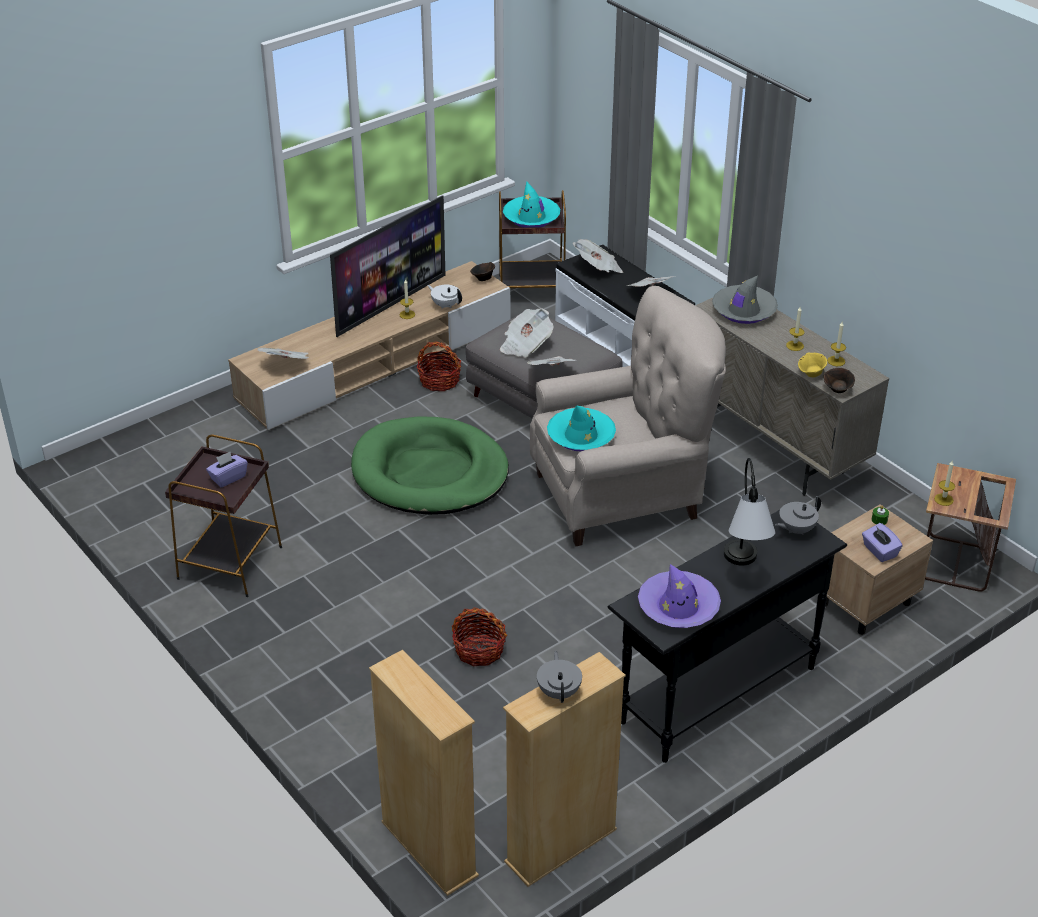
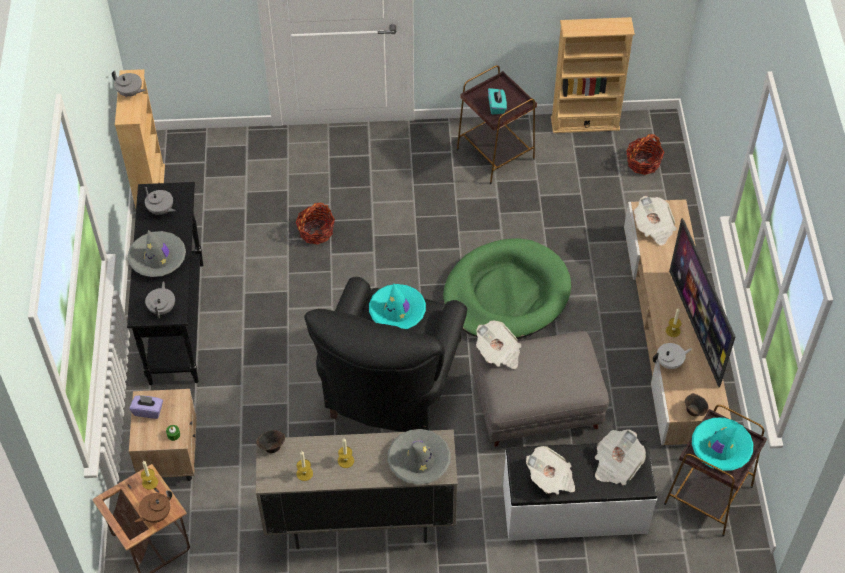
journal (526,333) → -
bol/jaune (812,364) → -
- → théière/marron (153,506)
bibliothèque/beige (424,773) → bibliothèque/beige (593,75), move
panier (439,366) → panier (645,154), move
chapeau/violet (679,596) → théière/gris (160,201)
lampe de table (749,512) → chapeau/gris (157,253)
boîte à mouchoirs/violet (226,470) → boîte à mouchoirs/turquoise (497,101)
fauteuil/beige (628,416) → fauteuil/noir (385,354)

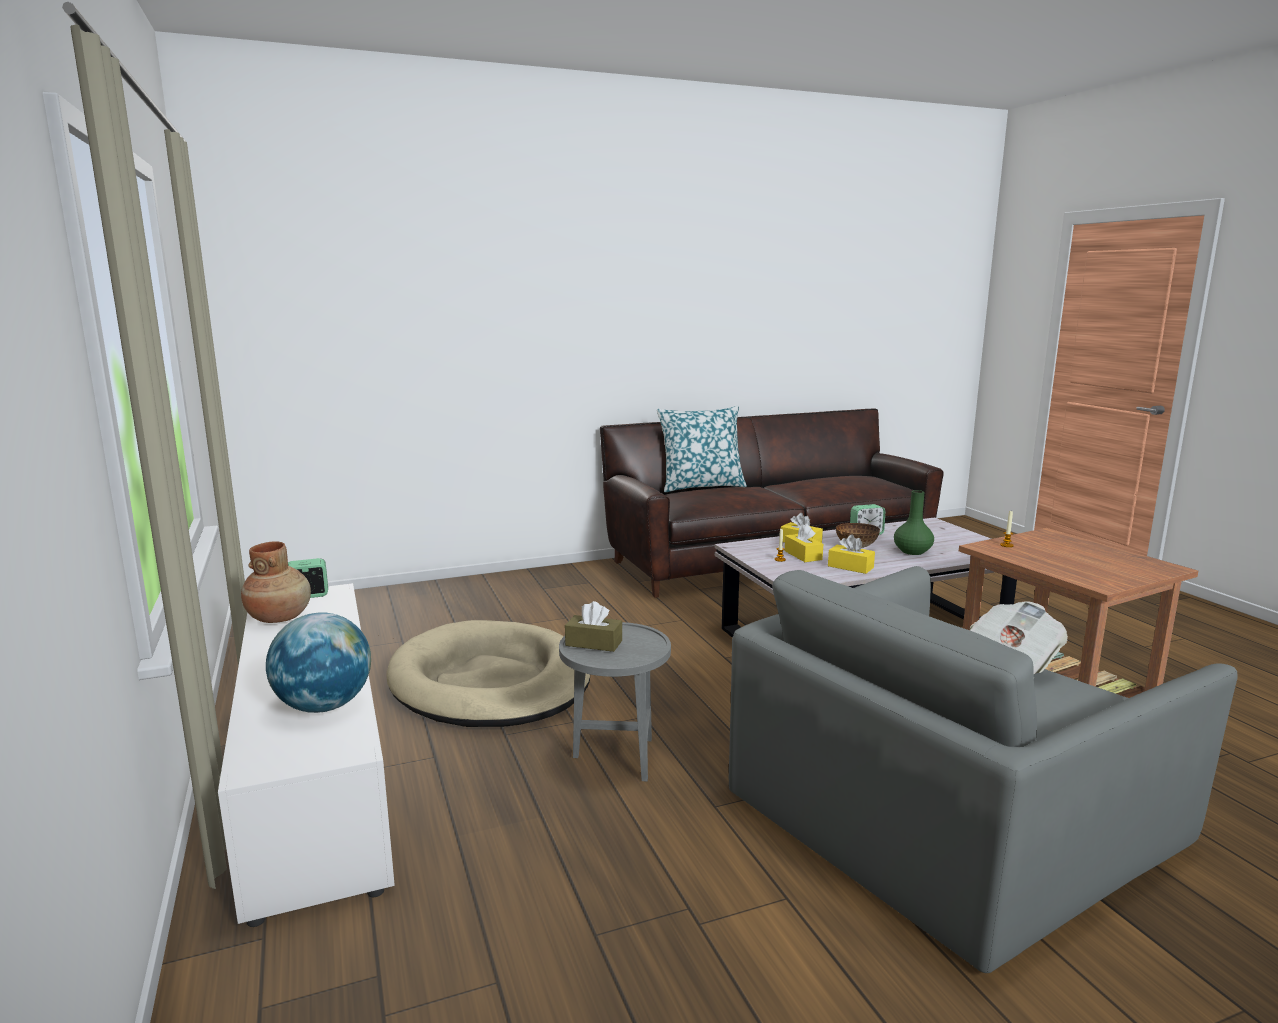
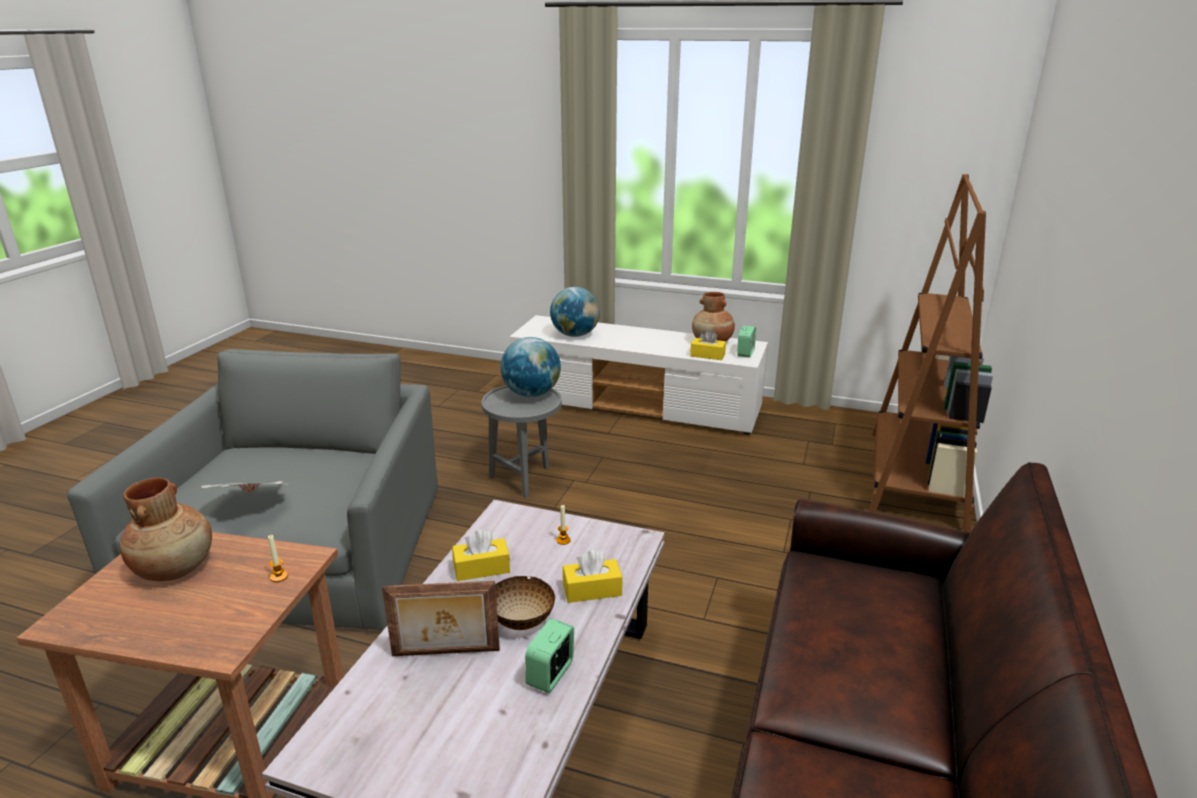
panier pour chien/beige (488,673) → -
coussin (702,449) → -
- → vase/marron (166,529)
- → bibliothèque/marron (931,353)
boîte à mouchoirs/jaune (804,543) → boîte à mouchoirs/jaune (708,345), move
boîte à mouchoirs/marron (593,626) → globe (530,367)
vase/vert (914,522) → cadre photo (441,618)

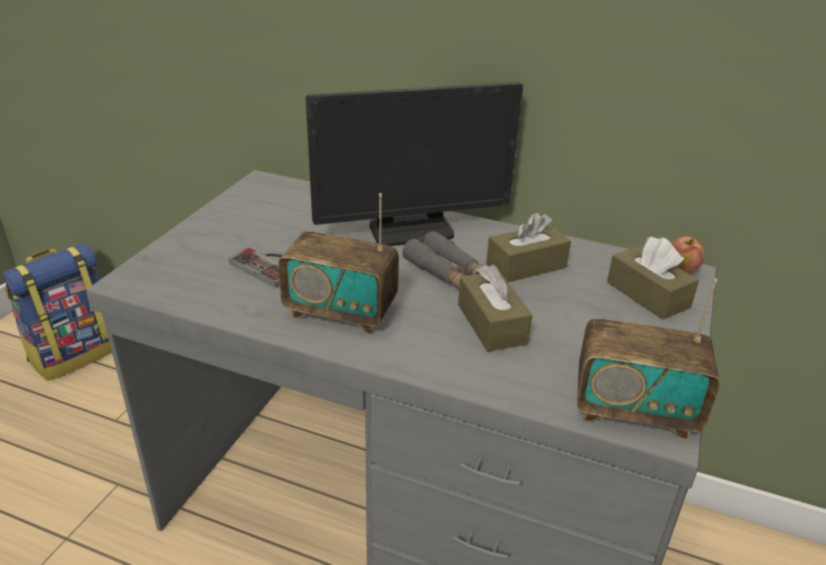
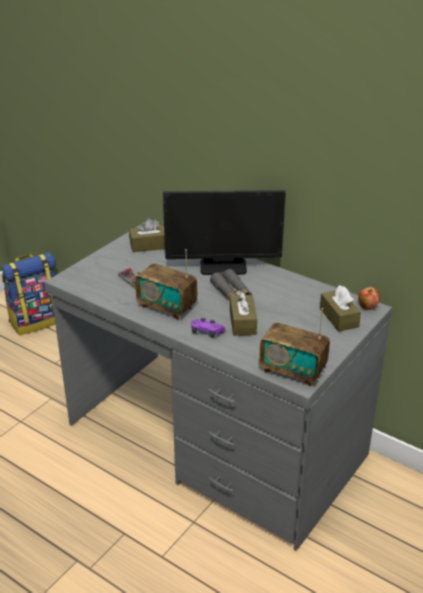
- → manette/violet (208,327)
boîte à mouchoirs/marron (528,247) → boîte à mouchoirs/marron (147,235), move

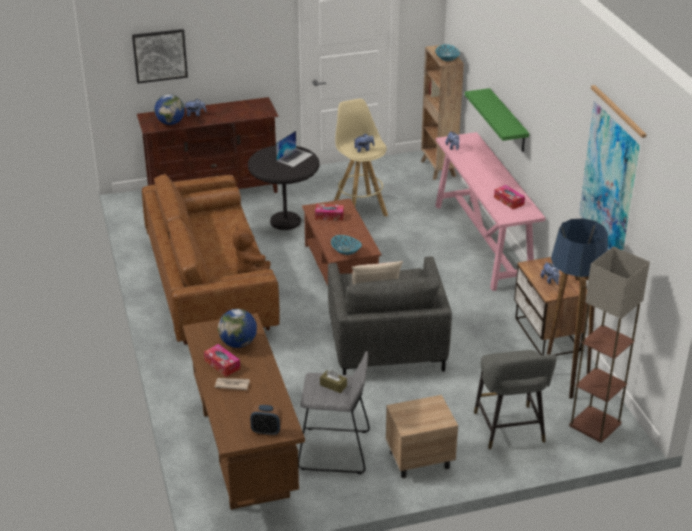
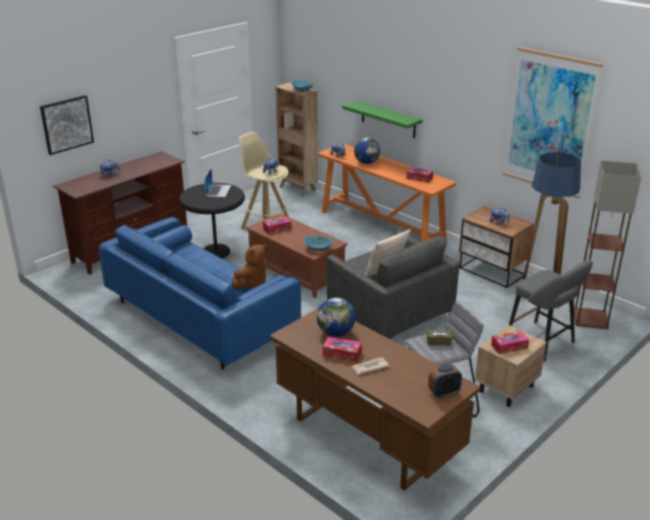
- → boîte à mouchoirs (510,342)
globe (169,109) → globe (367,151), move
canapé/marron (211,259) → canapé/bleu (200,293)
table console/rose (490,211) → table console/orange (387,193)
peluche/marron (252,249) → peluche/marron (249,266), 90 degrees counterclockwise

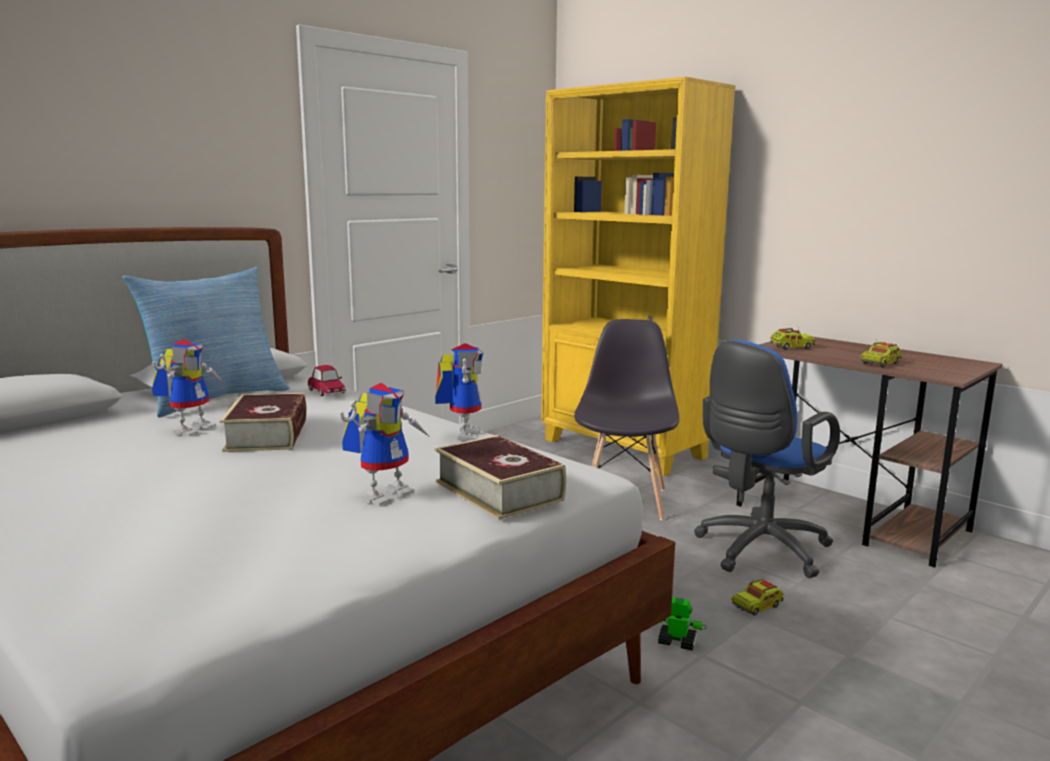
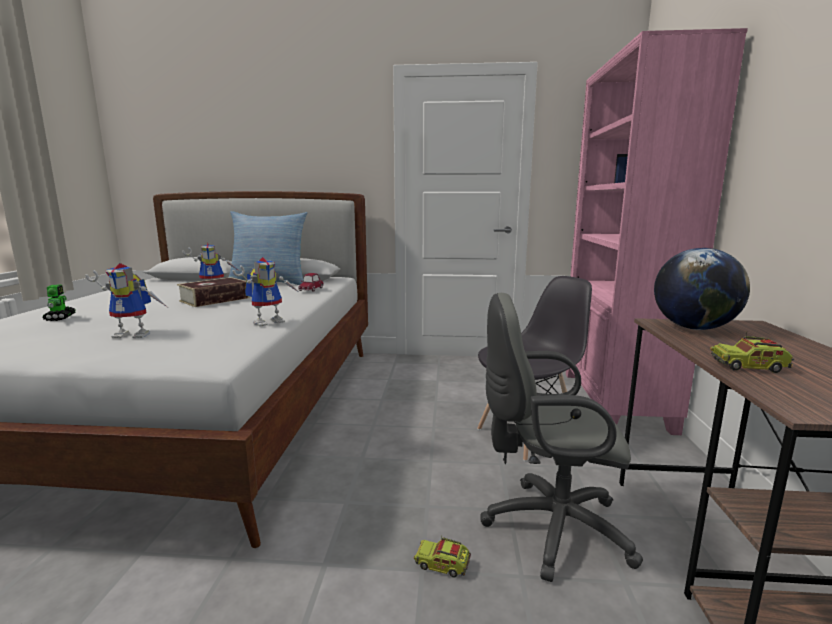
livre (500,477) → -
robot jouet (682,623) → robot jouet (58,302), move
camion jouet (793,338) → globe (702,289)
bibliothèque/jaune (638,276) → bibliothèque/rose (657,231)
chaise de bureau/bleu (767,459) → chaise de bureau/gris (561,437)

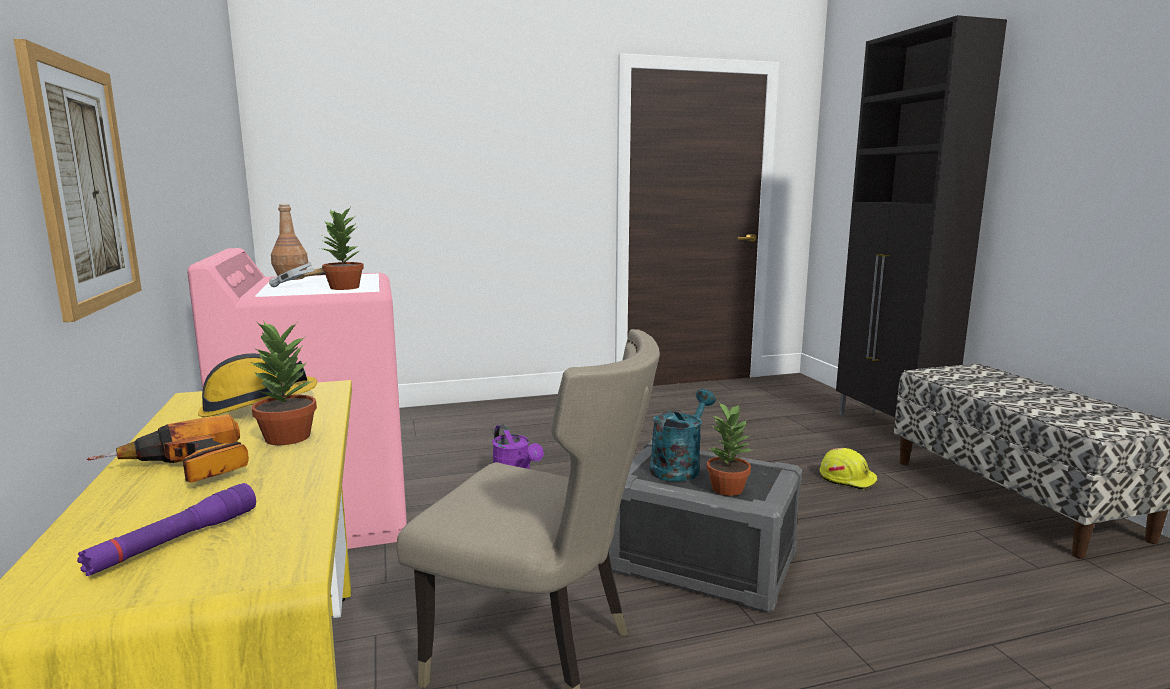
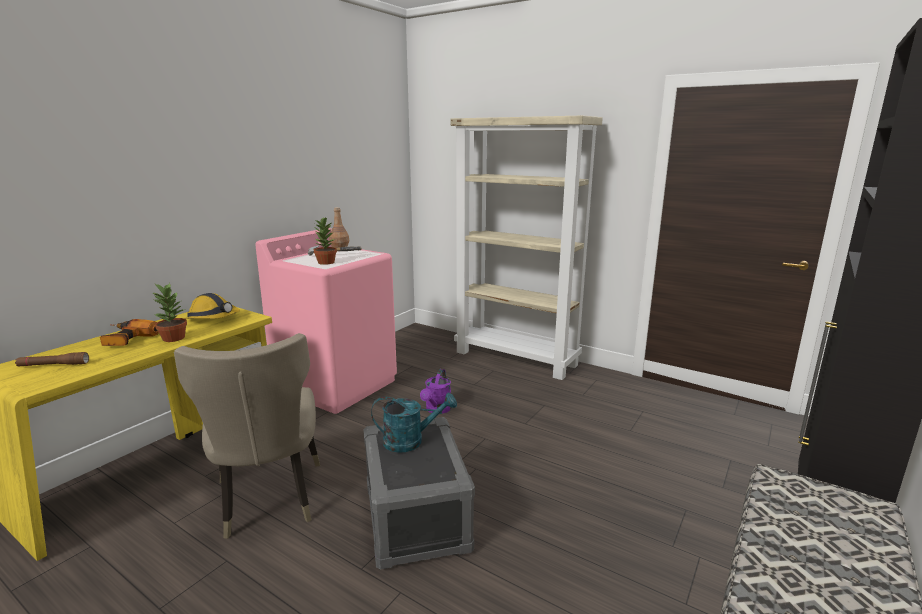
tableau (78,180) → -
plante en pot (729,449) → -
casque de chantier/jaune (848,469) → -
- → bibliothèque/beige (527,247)
lampe de poche/violet (166,529) → lampe de poche/marron (52,359)

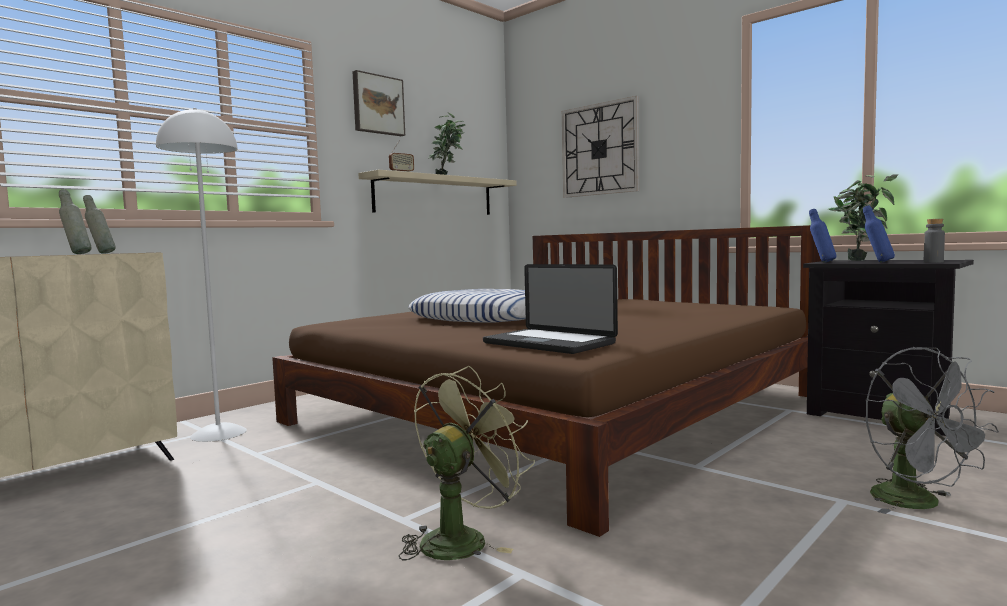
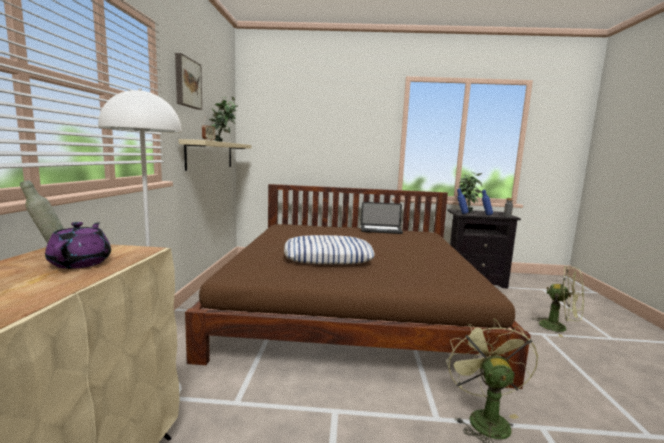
horloge murale (600,147) → -
ordinateur portable (550,309) → ordinateur portable (382,218), move
bouteille/gris (75,221) → théière/violet (78,245)
ventilateur/gris (932,430) → ventilateur/vert (558,301)

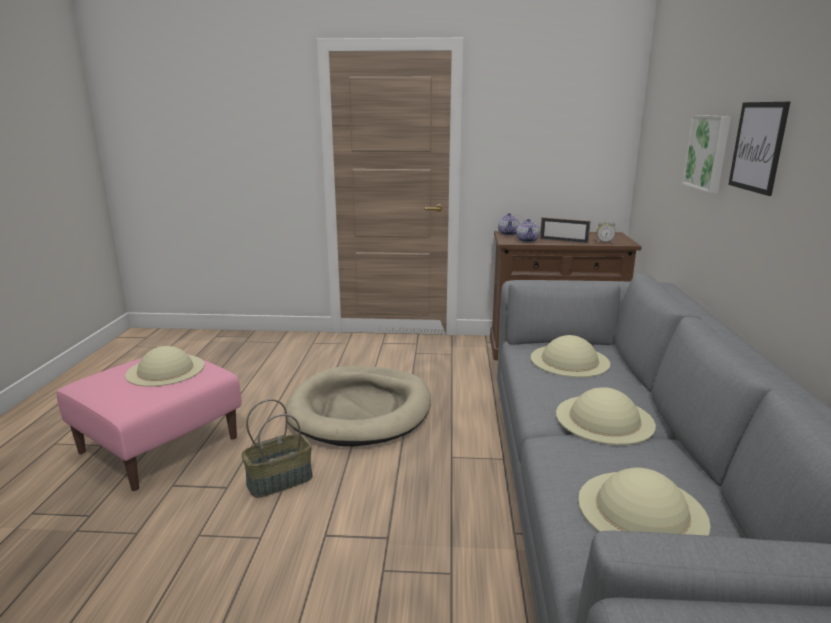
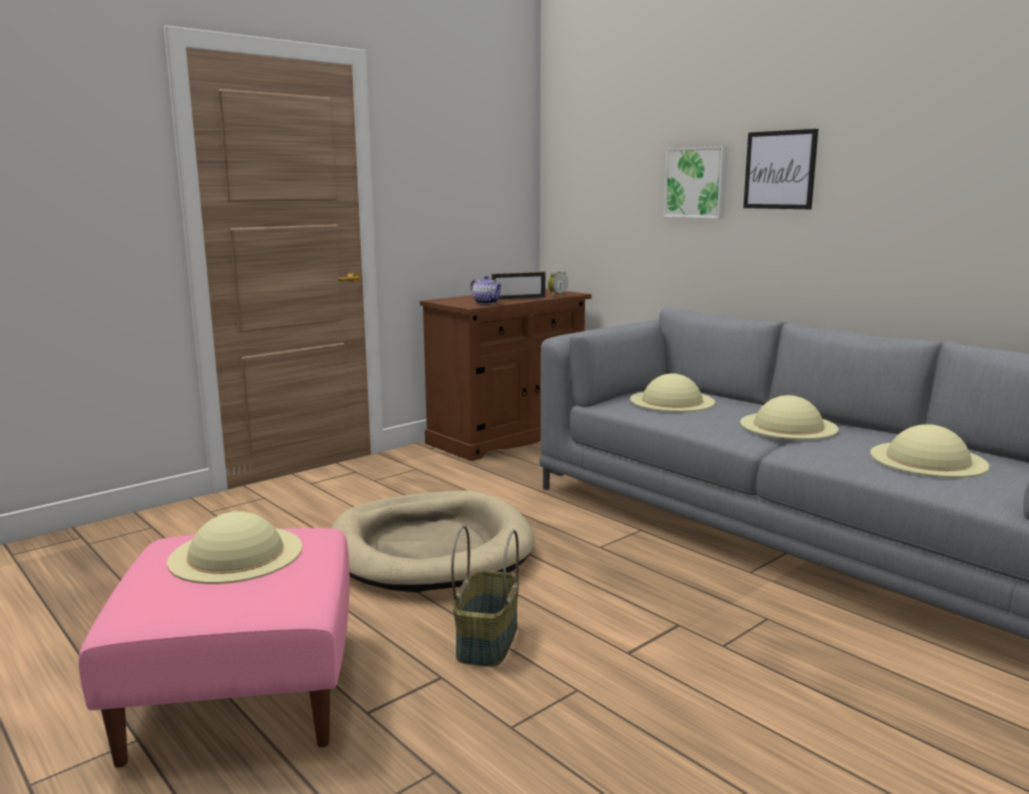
théière (509,224) → -

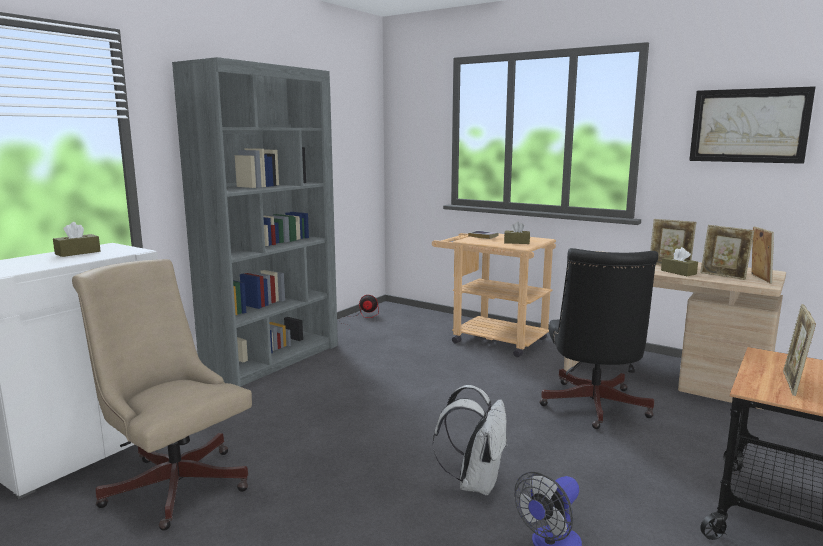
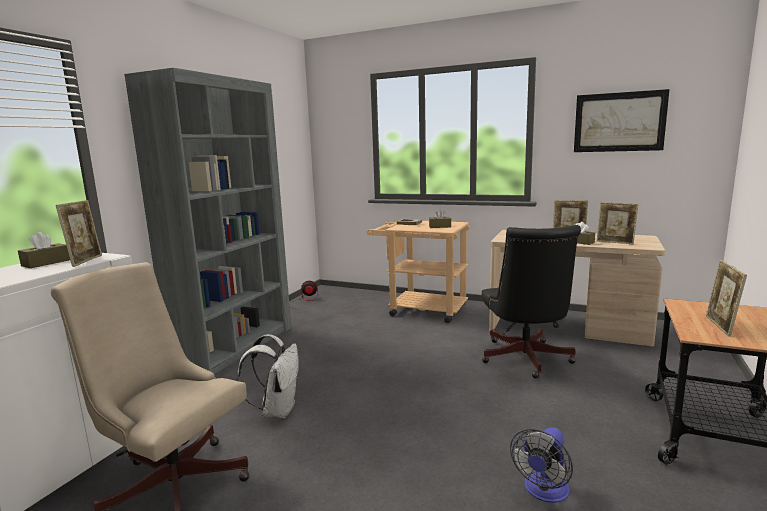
sac à dos/blanc (470,440) → sac à dos/blanc (268,376), move
cadre photo (762,255) → cadre photo (79,233), move

